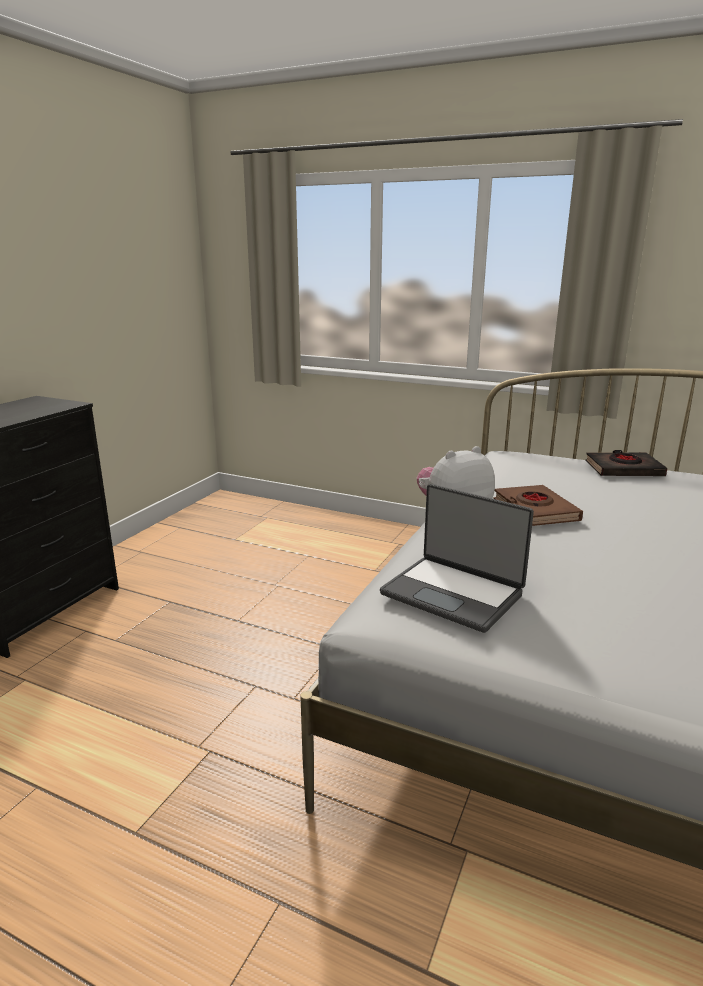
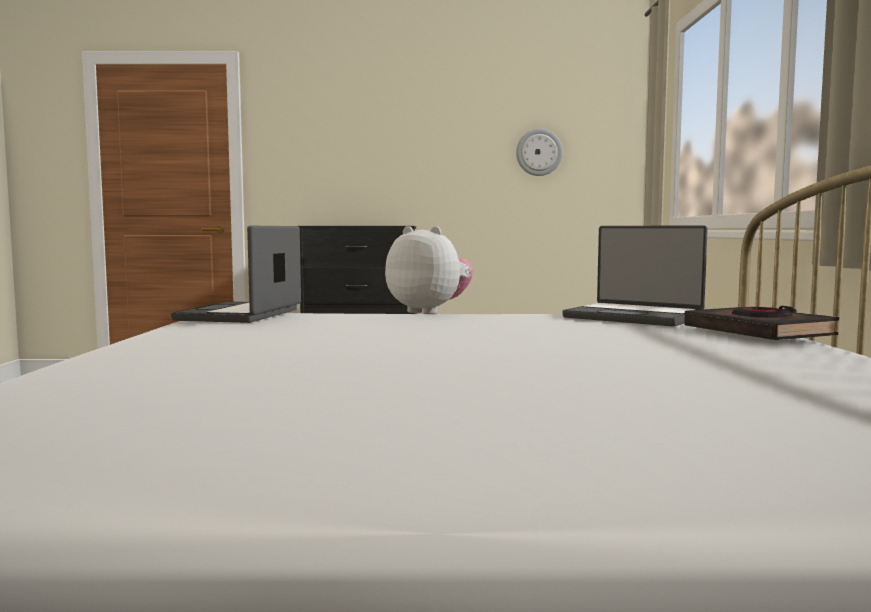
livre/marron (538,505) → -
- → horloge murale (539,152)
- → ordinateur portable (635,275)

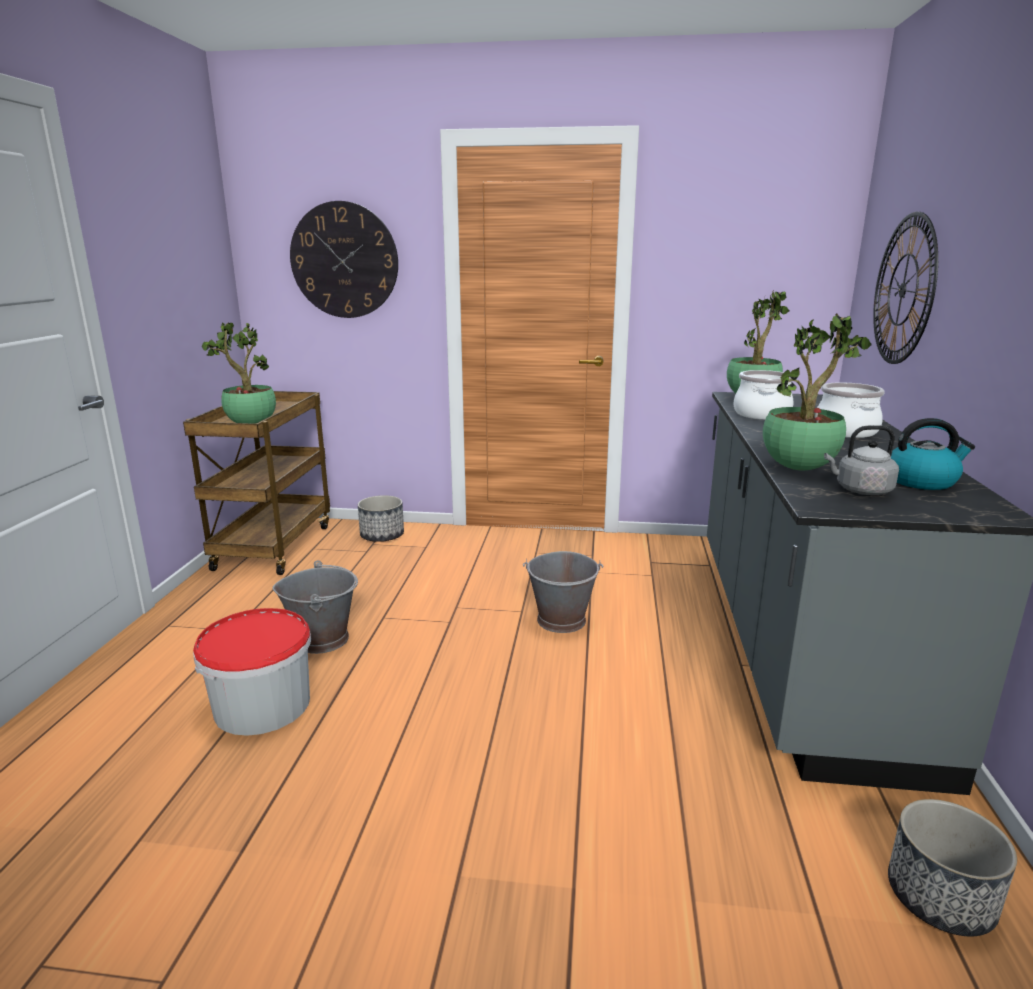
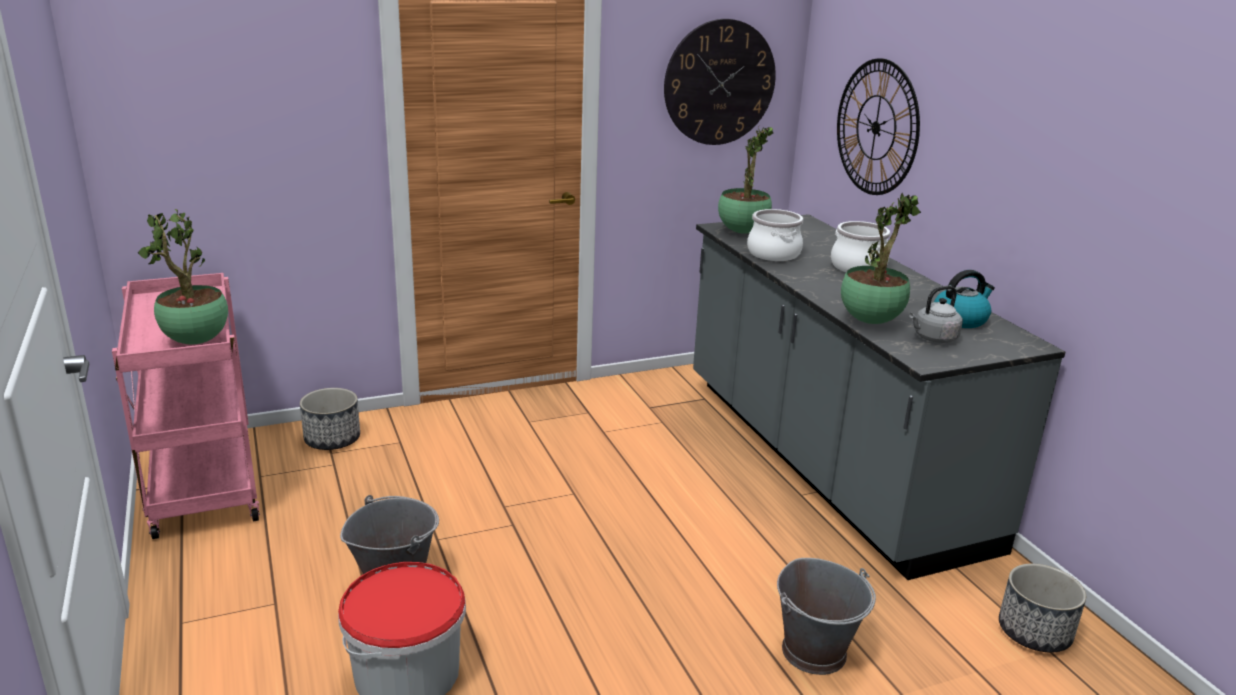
horloge murale (344,259) → horloge murale (720,82), move
seau/gris (563,592) → seau/gris (826,616), move
chariot/marron (256,483) → chariot/rose (186,406)

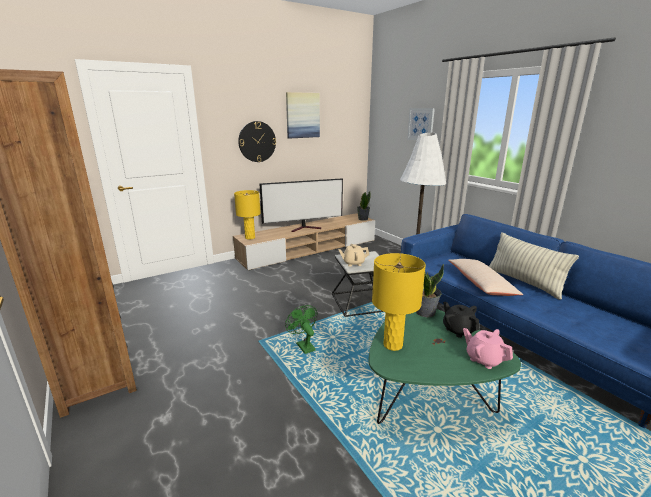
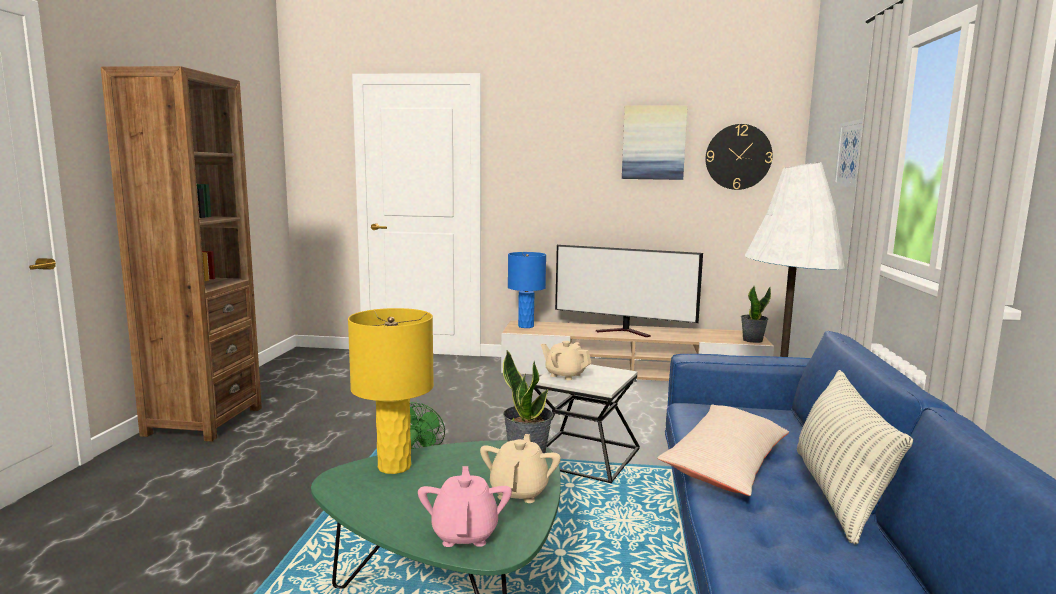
horloge murale (257,141) → horloge murale (739,157), move
lampe de table/jaune (247,215) → lampe de table/bleu (527,290)
théière/noir (461,319) → théière/beige (520,468)

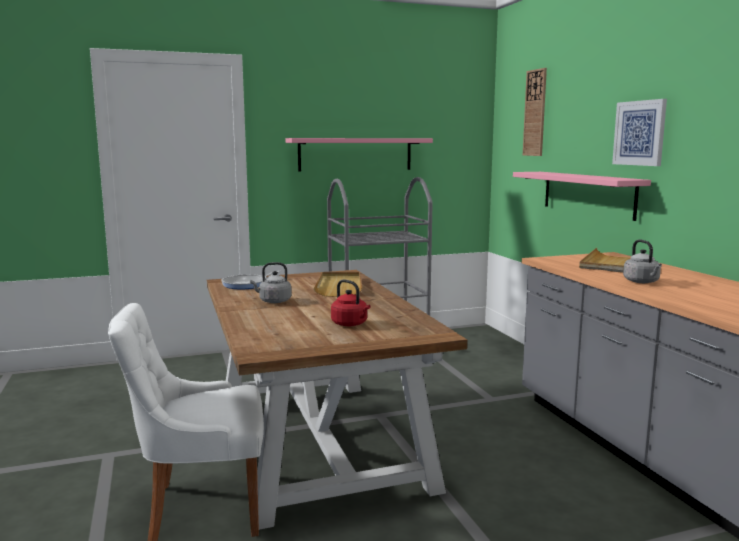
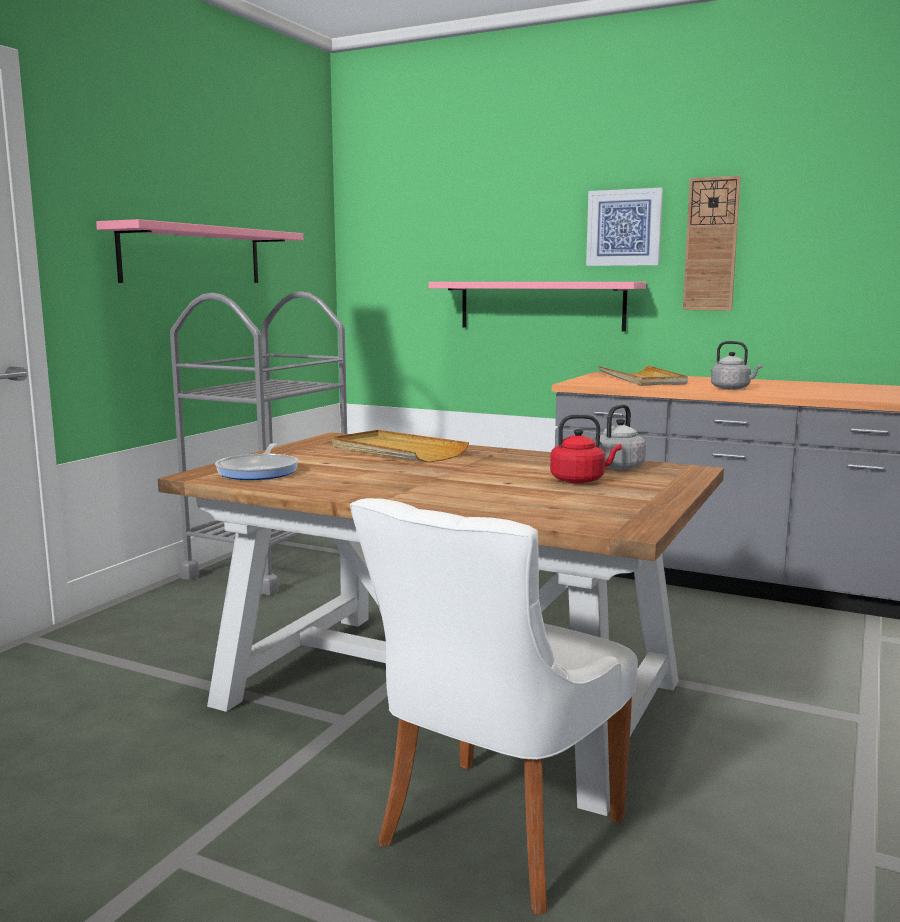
bouilloire/gris (271,282) → bouilloire/gris (619,437), move
horloge murale (535,112) → horloge murale (712,243), move

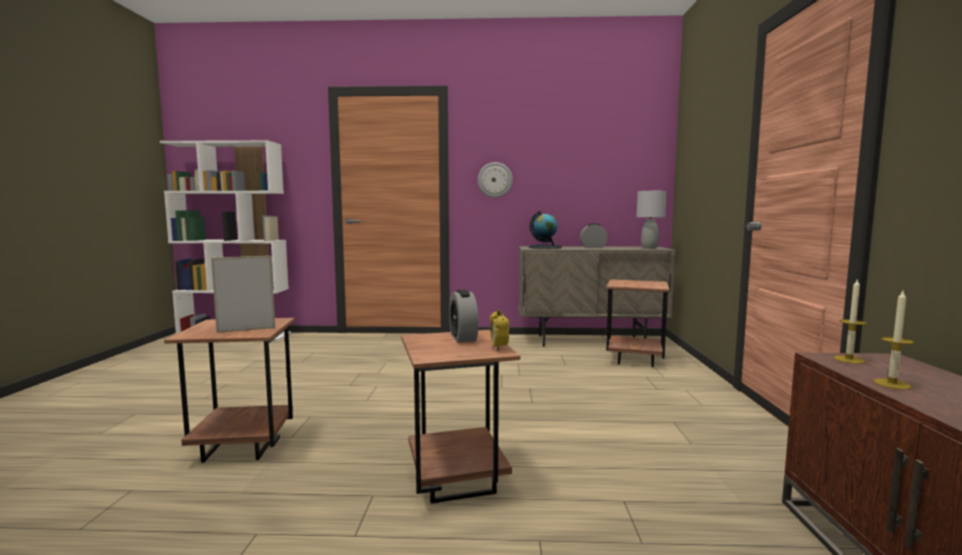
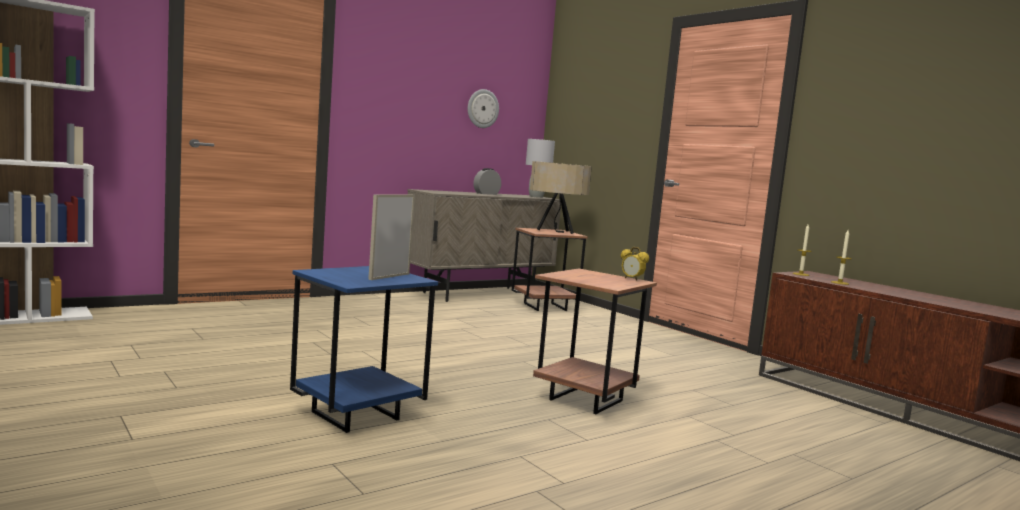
réveil (464,316) → -
globe (545,230) → -
- → lampe de table/beige (561,197)
horloge murale (495,180) → horloge murale (483,108), move
table d'appoint/marron (229,390) → table d'appoint/bleu (364,349)

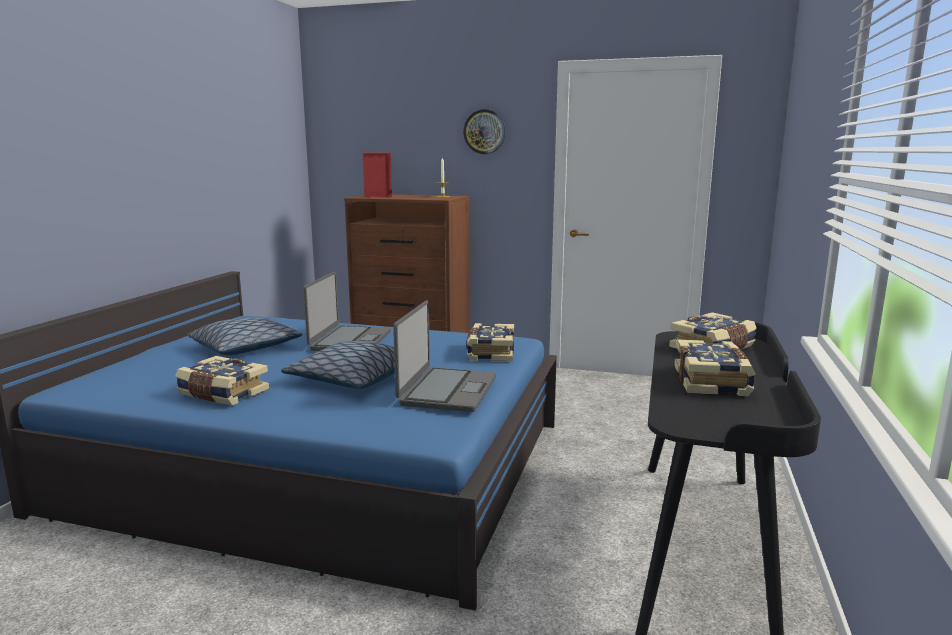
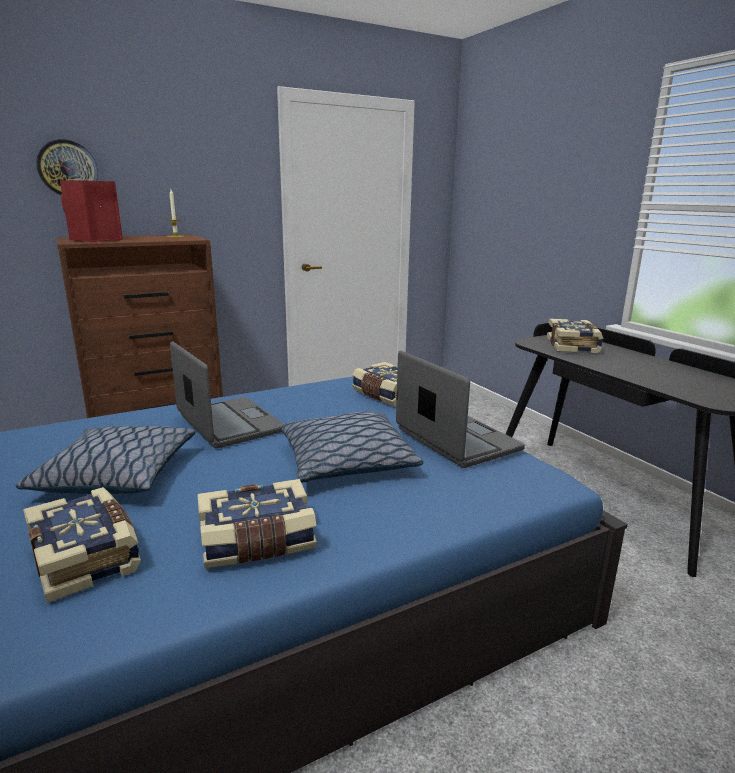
horloge murale (484,131) → horloge murale (67,167), move
livre (715,367) → livre (82,545), move

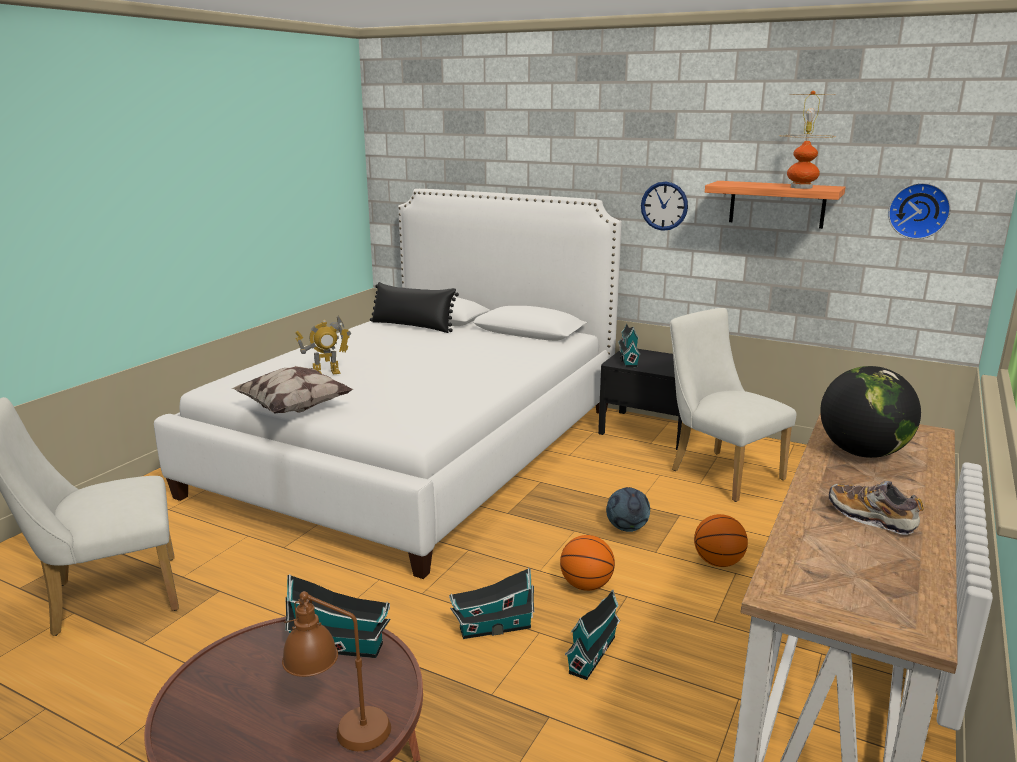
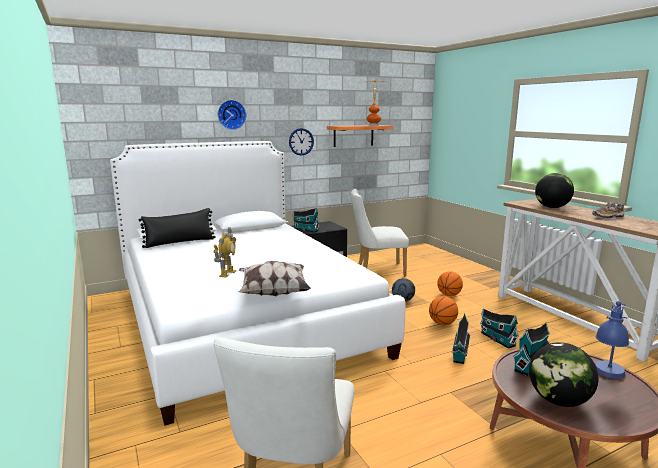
- → globe (564,374)
horloge murale (919,211) → horloge murale (232,115), move
lampe de table/marron (336,671) → lampe de table/bleu (612,340)

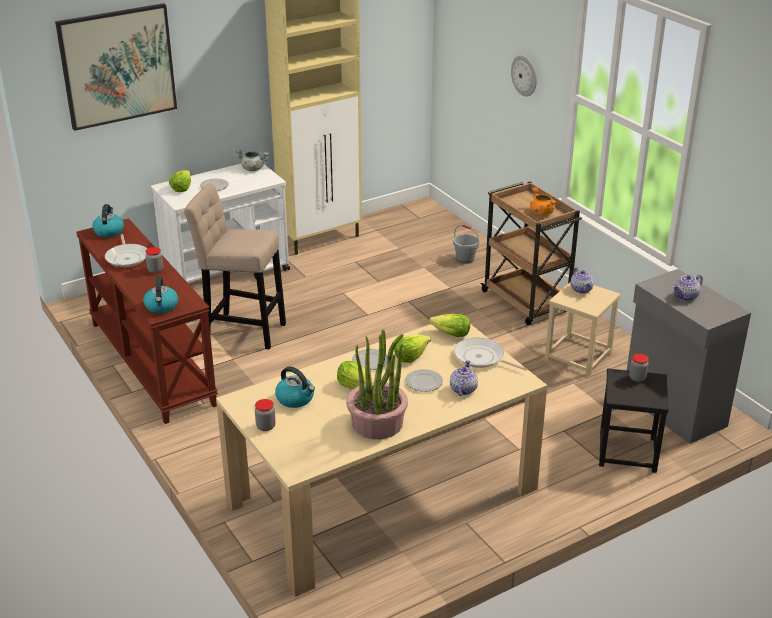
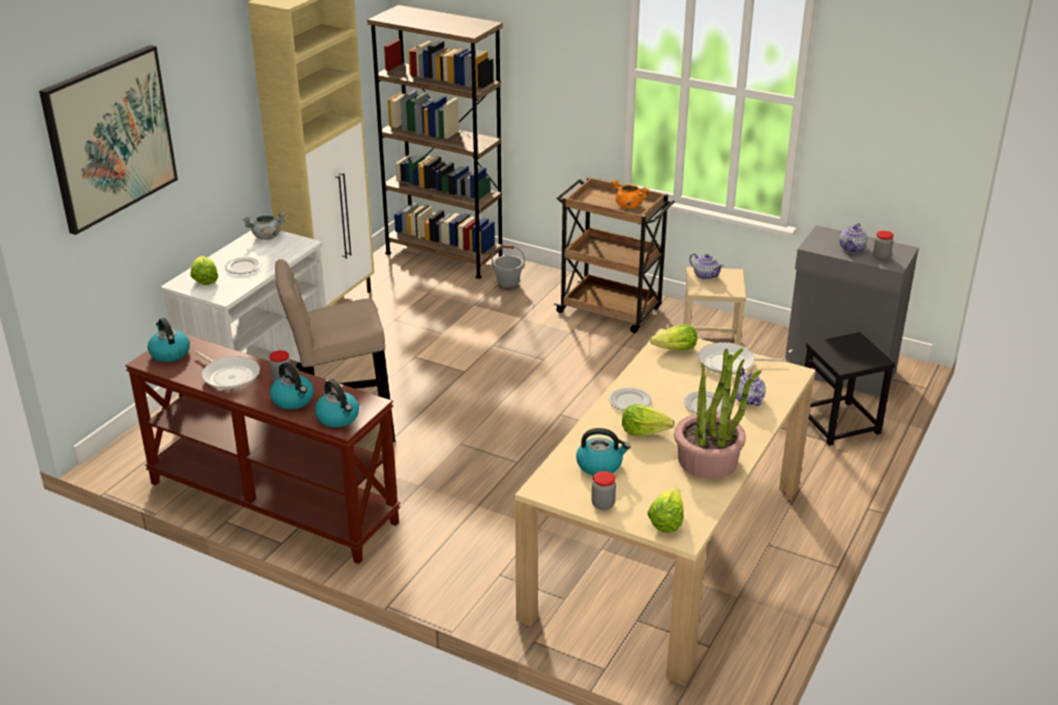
horloge murale (524,76) → -
- → bouilloire (292,386)
- → bibliothèque/marron (435,142)
laitue (412,349) → laitue (665,510), move
bocal (639,368) → bocal (883,246), move

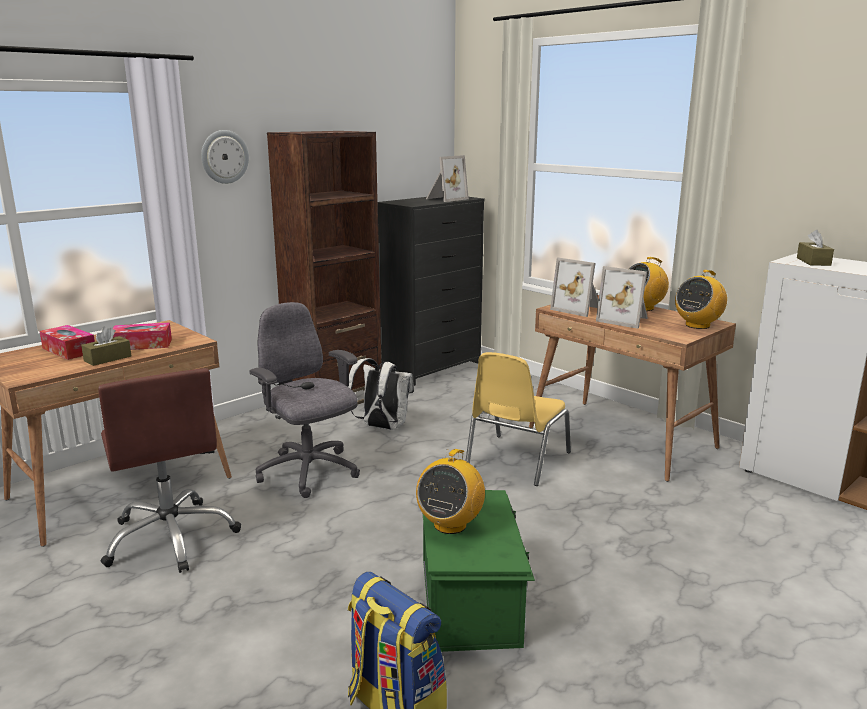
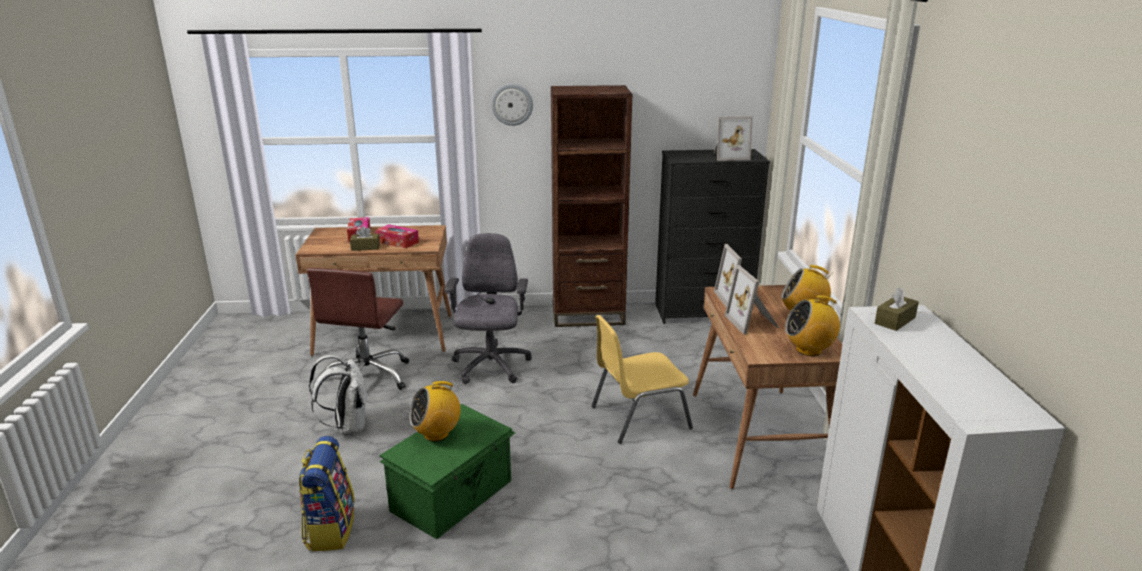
sac à dos/blanc (381,394) → sac à dos/blanc (338,395), move

